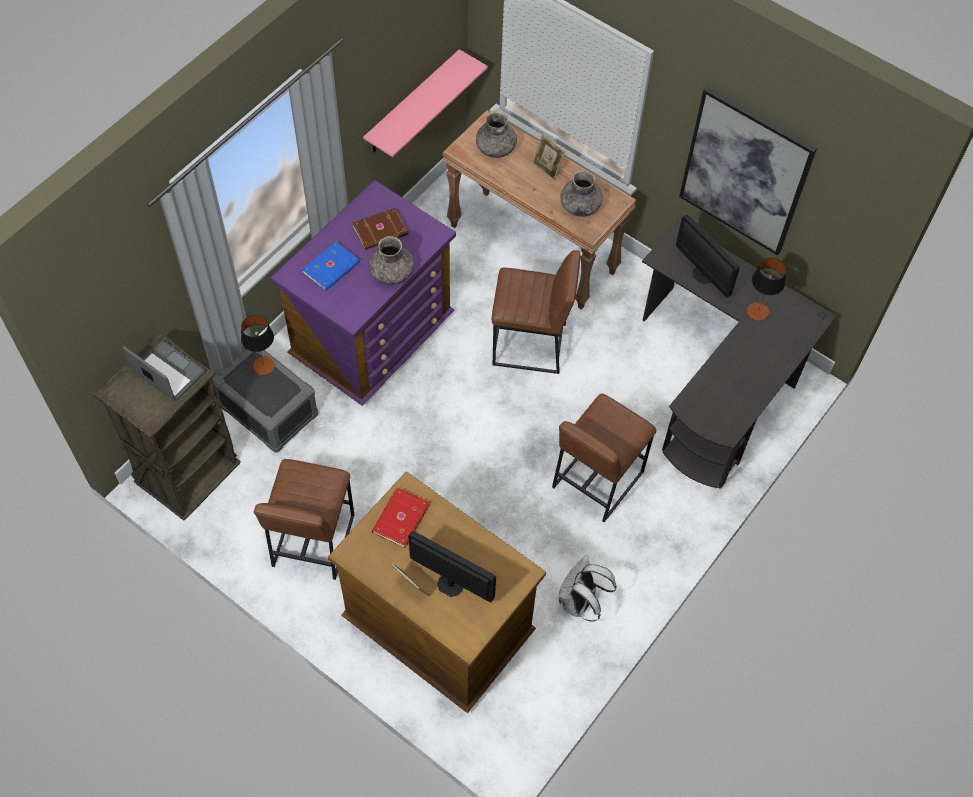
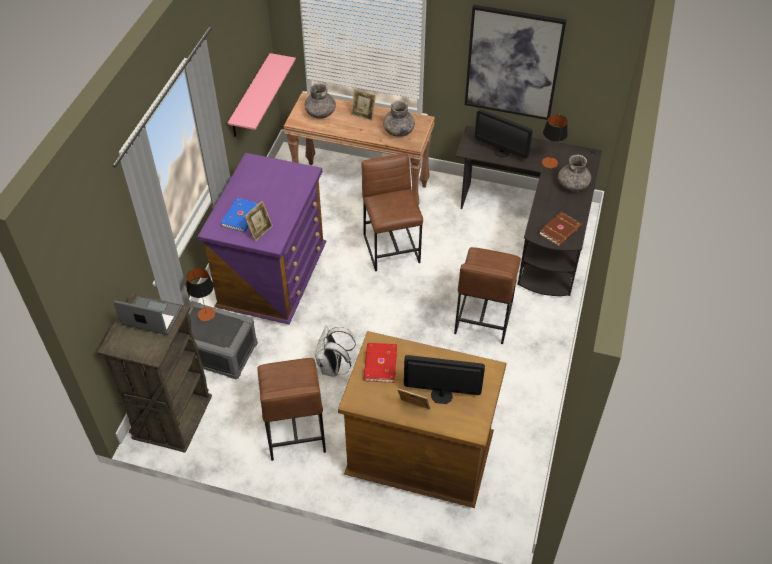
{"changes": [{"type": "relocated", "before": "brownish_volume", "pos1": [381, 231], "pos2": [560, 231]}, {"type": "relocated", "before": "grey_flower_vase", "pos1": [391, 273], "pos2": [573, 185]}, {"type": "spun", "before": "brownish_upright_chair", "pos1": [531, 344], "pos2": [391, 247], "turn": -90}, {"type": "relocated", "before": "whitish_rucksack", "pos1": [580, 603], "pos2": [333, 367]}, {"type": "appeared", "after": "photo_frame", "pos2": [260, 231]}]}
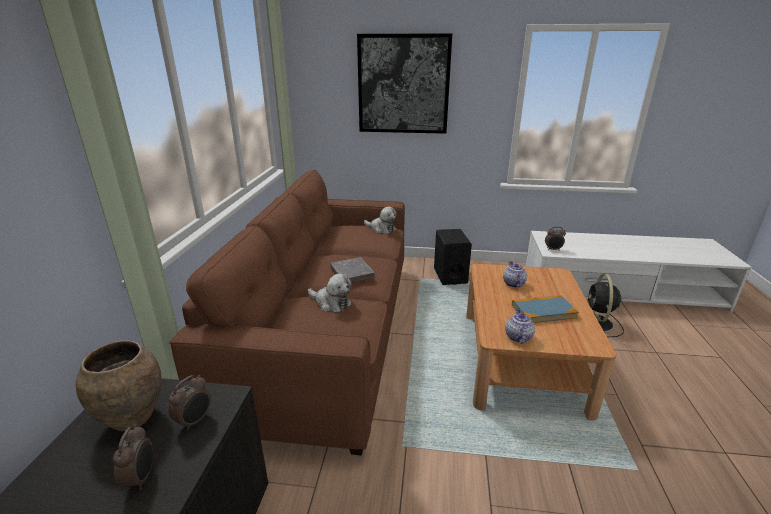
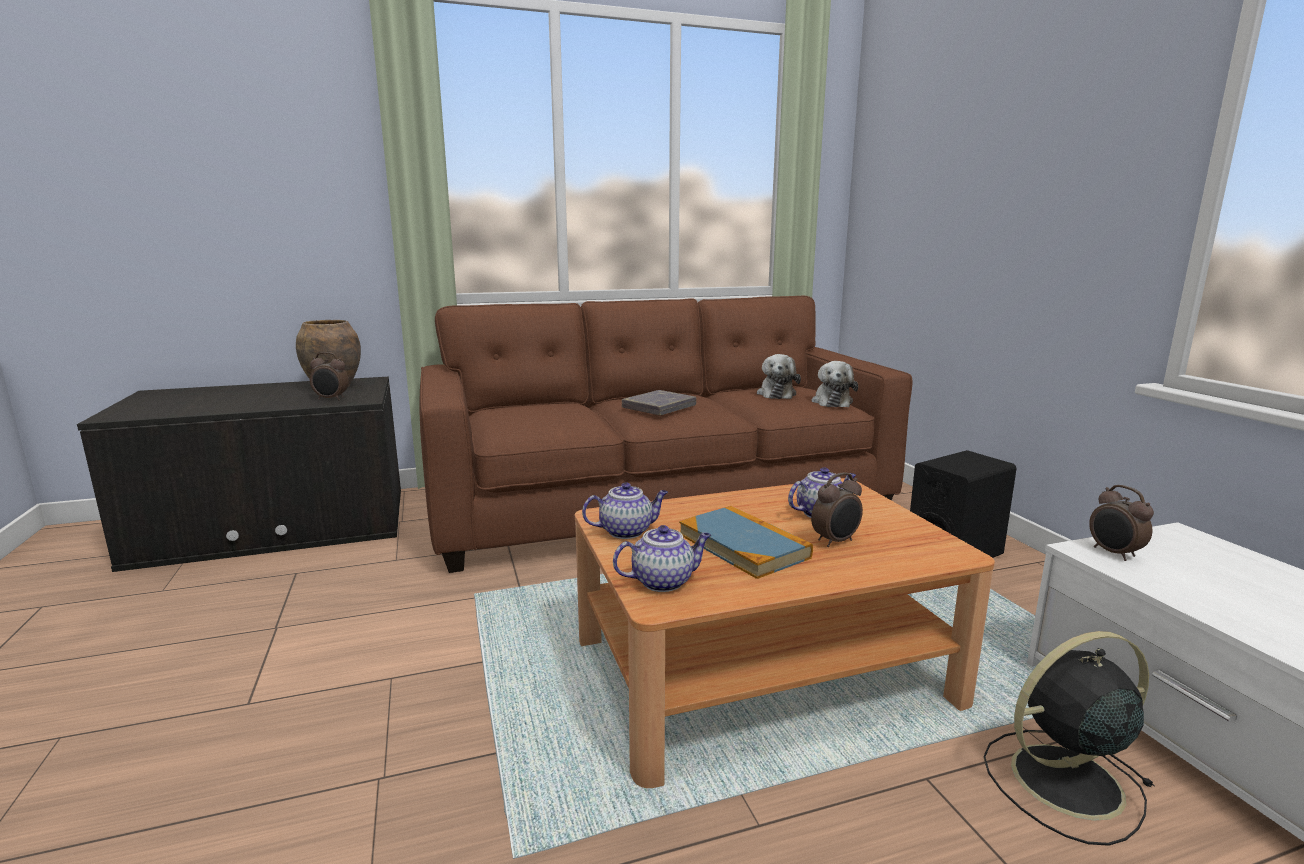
{"changes": [{"type": "relocated", "before": "bedside_clock", "pos1": [141, 477], "pos2": [836, 541]}, {"type": "relocated", "before": "cuddly_toy", "pos1": [331, 303], "pos2": [776, 394]}, {"type": "missing", "before": "wall_art", "pos1": [403, 85]}, {"type": "appeared", "after": "tea_pot", "pos2": [663, 581]}]}
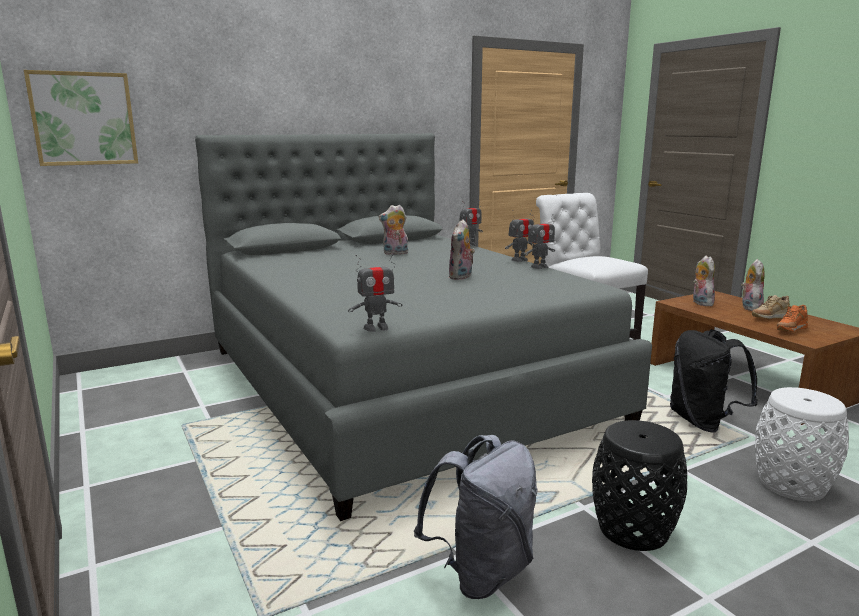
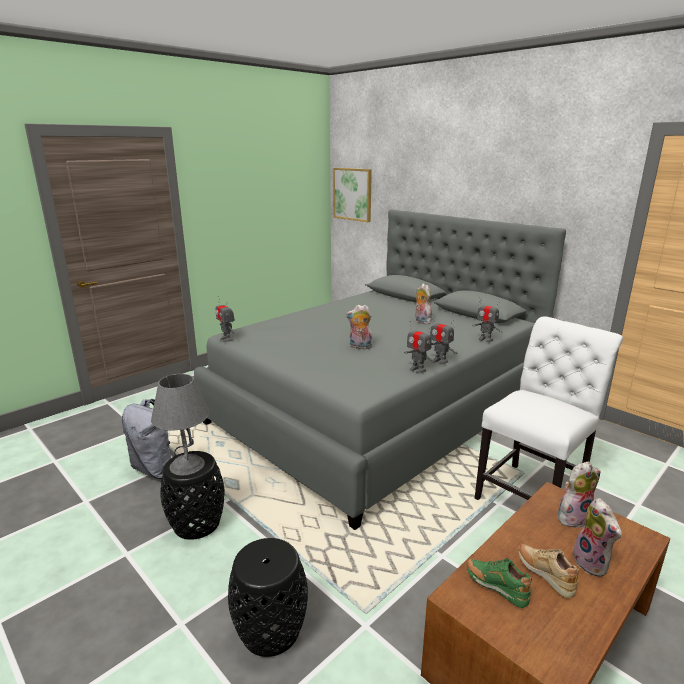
{"changes": [{"type": "missing", "before": "black_rucksack", "pos1": [703, 422]}, {"type": "spun", "before": "cuddly_toy", "pos1": [749, 307], "pos2": [592, 563], "turn": 75}, {"type": "colour", "before": "whitish_sitting_stool", "after": "black_sitting_stool", "pos1": [792, 485], "pos2": [270, 630]}, {"type": "colour", "before": "orangey_low_shoe", "after": "green_low_shoe", "pos1": [790, 330], "pos2": [496, 587]}, {"type": "appeared", "after": "grey_lamp_for_a_table", "pos2": [187, 465]}]}
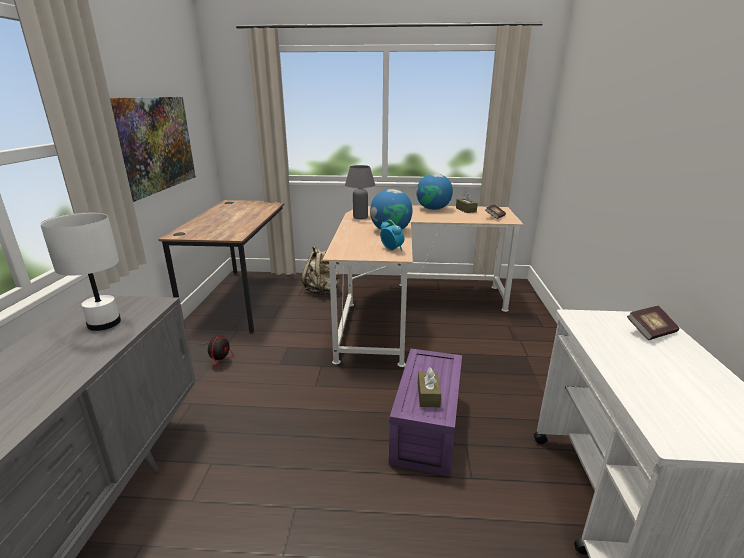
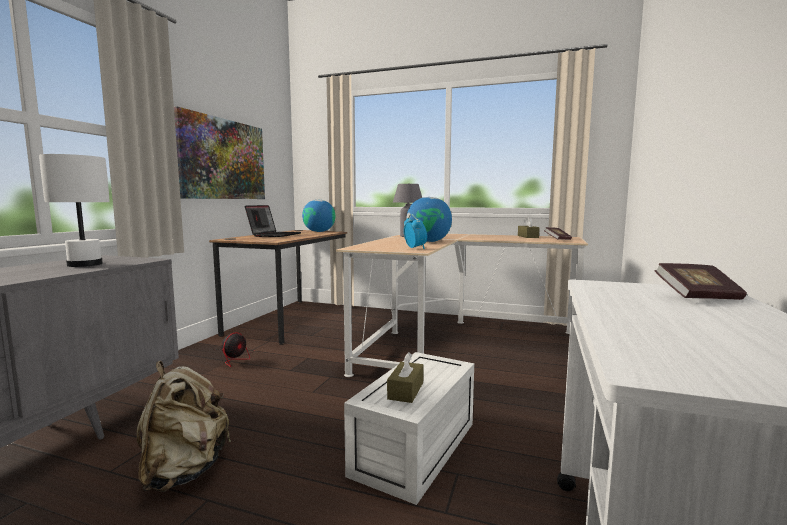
{"changes": [{"type": "relocated", "before": "beige-coloured_rucksack", "pos1": [323, 291], "pos2": [184, 471]}, {"type": "colour", "before": "purplish_storage_box", "after": "whitish_storage_box", "pos1": [428, 429], "pos2": [416, 449]}, {"type": "relocated", "before": "desk_globe", "pos1": [433, 209], "pos2": [319, 231]}, {"type": "appeared", "after": "notebook_computer", "pos2": [274, 235]}]}
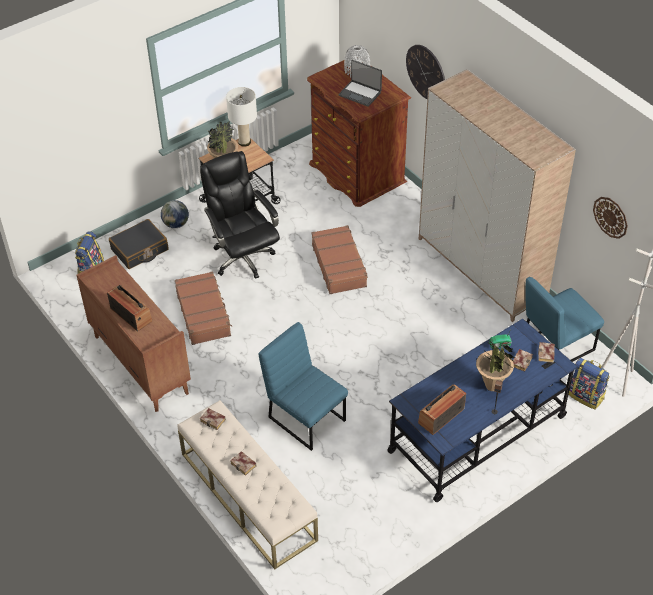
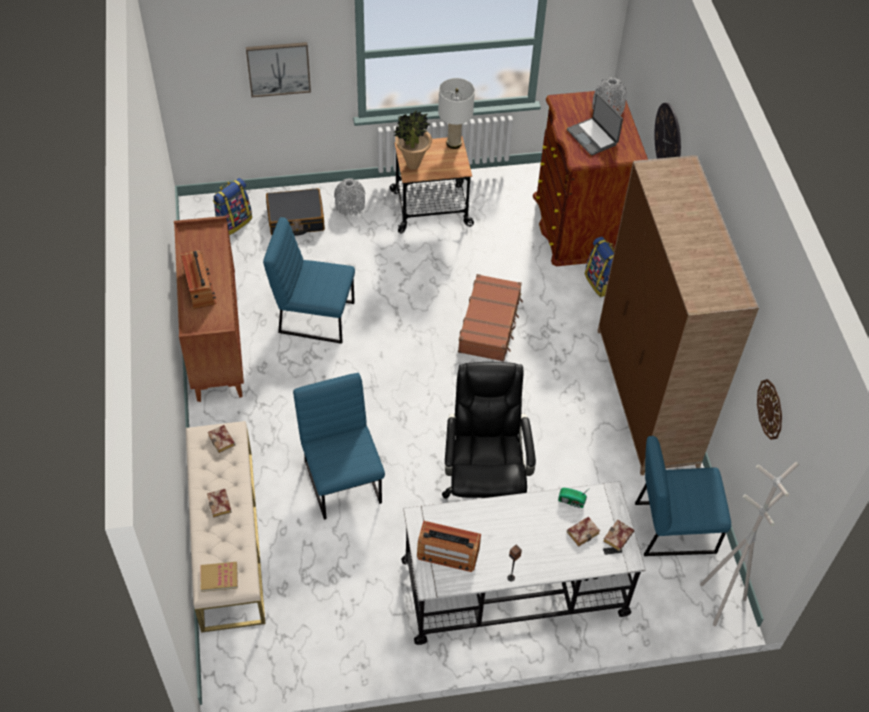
{"changes": [{"type": "exchanged", "before": "desk_globe", "after": "grey_flower_vase", "pos1": [176, 224], "pos2": [350, 206]}, {"type": "exchanged", "before": "brownish_piece_of_luggage", "after": "bluish_upright_chair", "pos1": [204, 313], "pos2": [314, 316]}, {"type": "relocated", "before": "black_office_chair", "pos1": [243, 259], "pos2": [484, 487]}, {"type": "colour", "before": "bluish_desk", "after": "whitish_desk", "pos1": [478, 434], "pos2": [514, 588]}, {"type": "spun", "before": "radio_receiver", "pos1": [441, 416], "pos2": [448, 553], "turn": -150}, {"type": "colour", "before": "whitish_armoire", "after": "brownish_armoire", "pos1": [482, 269], "pos2": [647, 397]}, {"type": "missing", "before": "potted_plant", "pos1": [492, 386]}, {"type": "relocated", "before": "rucksack", "pos1": [586, 396], "pos2": [601, 283]}, {"type": "appeared", "after": "volume", "pos2": [219, 577]}, {"type": "appeared", "after": "wall_art", "pos2": [278, 68]}]}
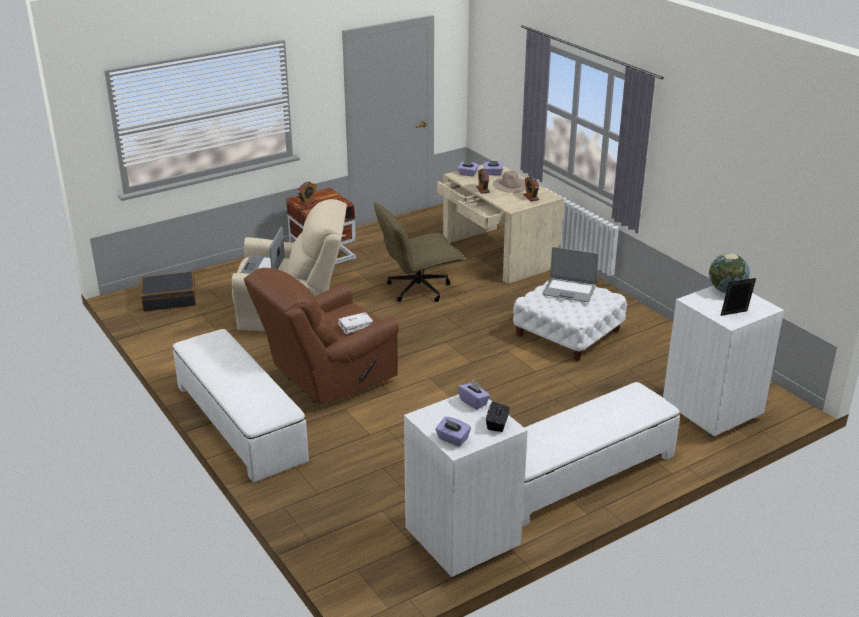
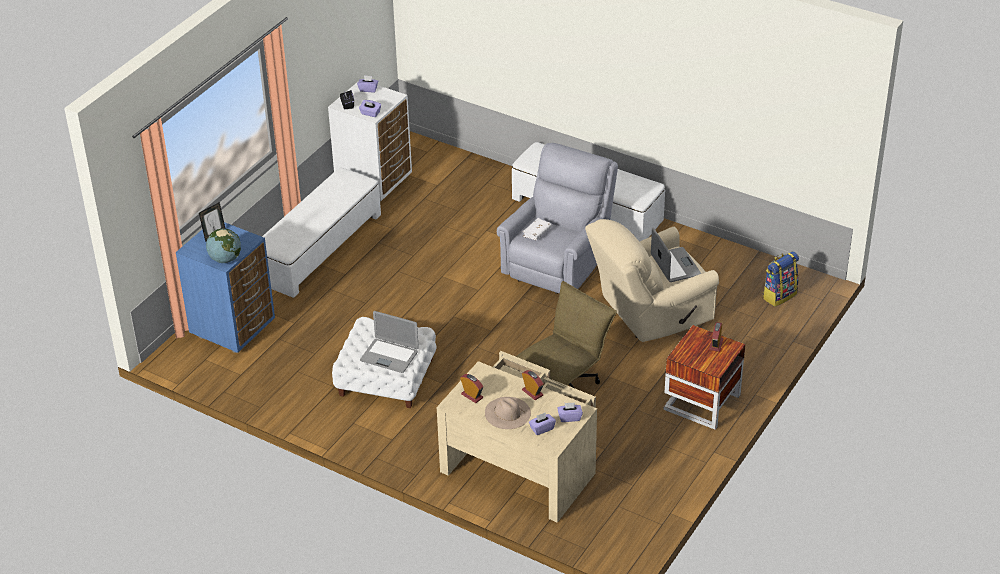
{"changes": [{"type": "exchanged", "before": "black_piece_of_luggage", "after": "rucksack", "pos1": [169, 299], "pos2": [779, 295]}, {"type": "colour", "before": "brownish_armchair", "after": "grey_armchair", "pos1": [327, 379], "pos2": [558, 262]}, {"type": "spun", "before": "notebook_computer", "pos1": [569, 291], "pos2": [389, 356], "turn": -150}, {"type": "colour", "before": "whitish_drawer_chest", "after": "bluish_drawer_chest", "pos1": [711, 413], "pos2": [233, 330]}]}
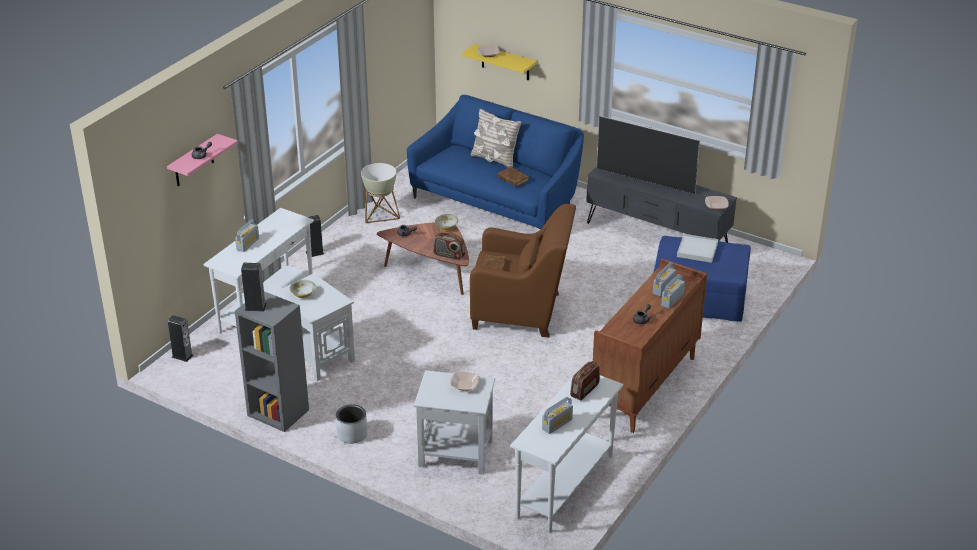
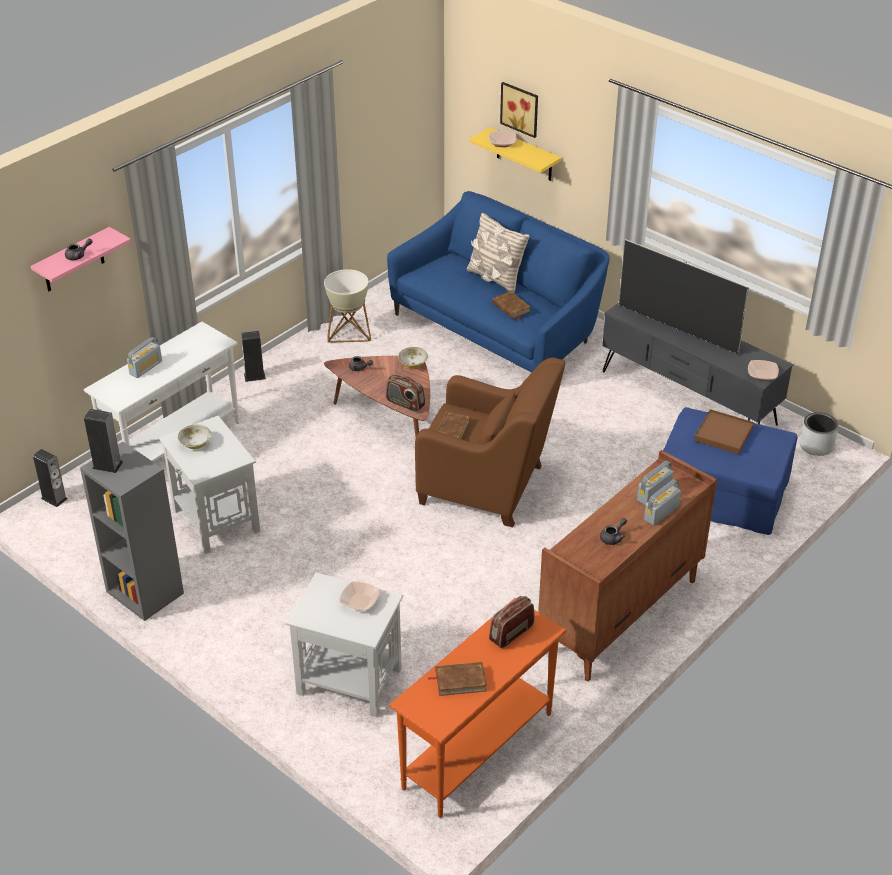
{"changes": [{"type": "relocated", "before": "grey_plant_pot", "pos1": [352, 434], "pos2": [816, 446]}, {"type": "colour", "before": "whitish_narrow_table", "after": "orangey_narrow_table", "pos1": [565, 487], "pos2": [478, 752]}, {"type": "exchanged", "before": "radio_receiver", "after": "brownish_volume", "pos1": [557, 424], "pos2": [460, 681]}, {"type": "colour", "before": "whitish_carrying_tray", "after": "brownish_carrying_tray", "pos1": [697, 250], "pos2": [723, 434]}, {"type": "appeared", "after": "wall_art", "pos2": [521, 108]}]}
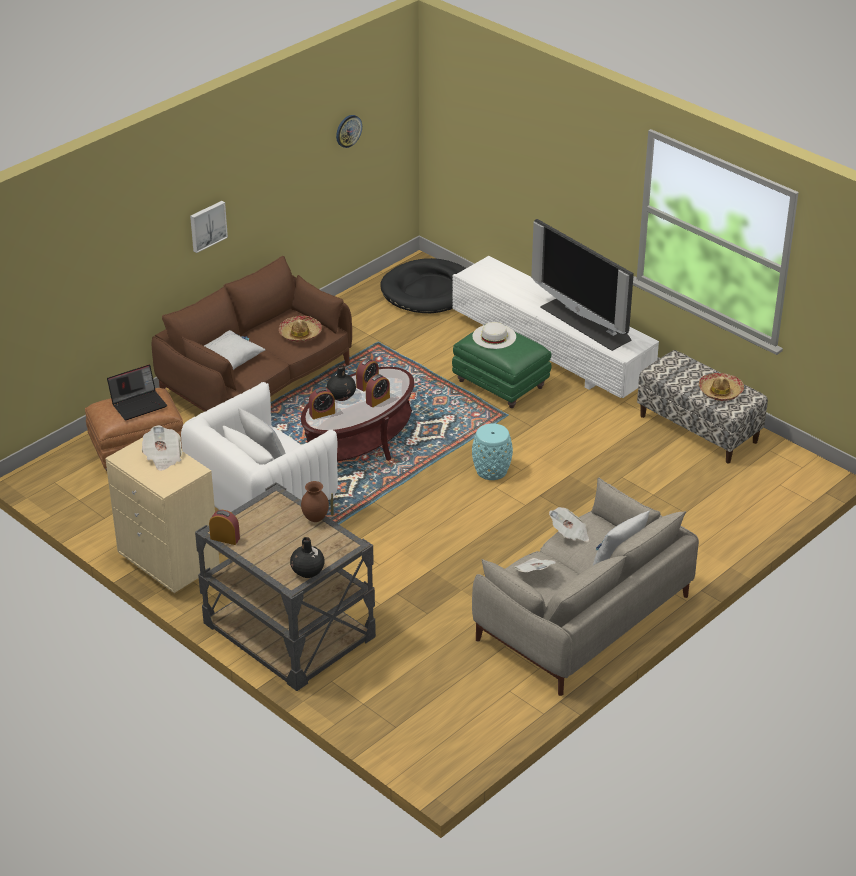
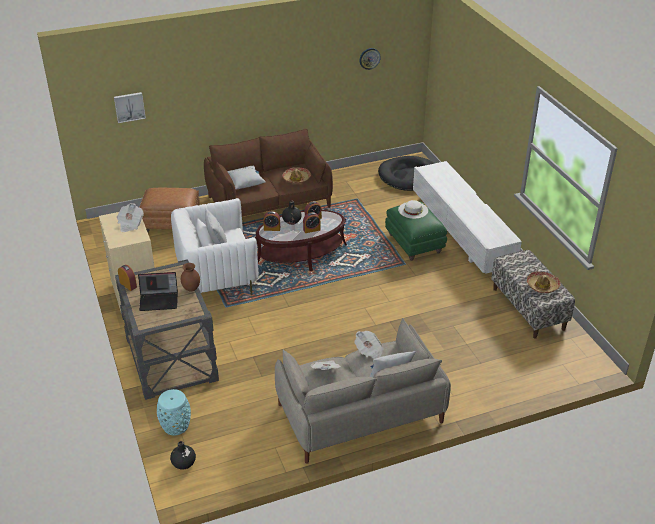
{"changes": [{"type": "relocated", "before": "notebook_computer", "pos1": [139, 404], "pos2": [159, 300]}, {"type": "relocated", "before": "wall_art", "pos1": [207, 225], "pos2": [129, 107]}, {"type": "relocated", "before": "black_flower_vase", "pos1": [308, 571], "pos2": [184, 463]}, {"type": "relocated", "before": "blue-green_sitting_stool", "pos1": [491, 471], "pos2": [176, 426]}, {"type": "missing", "before": "television", "pos1": [587, 323]}]}
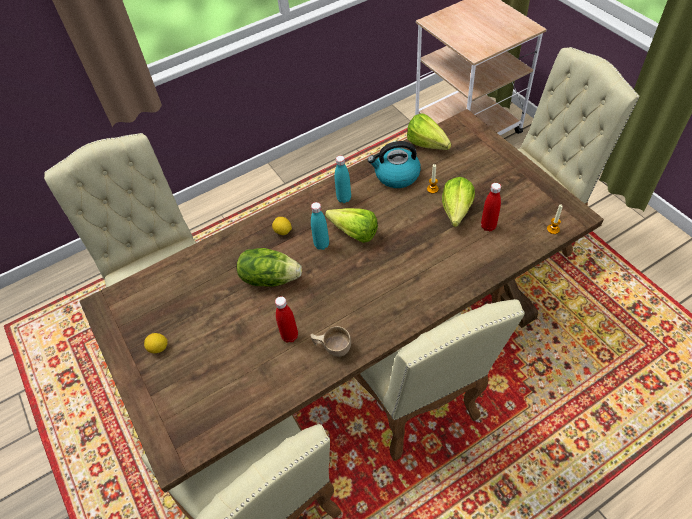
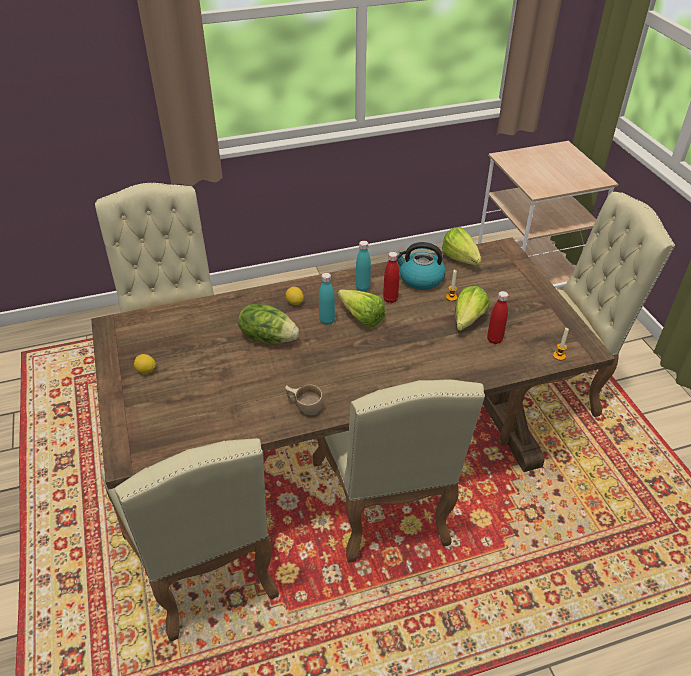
{"changes": [{"type": "relocated", "before": "red-coloured_bottle", "pos1": [290, 336], "pos2": [390, 299]}]}
